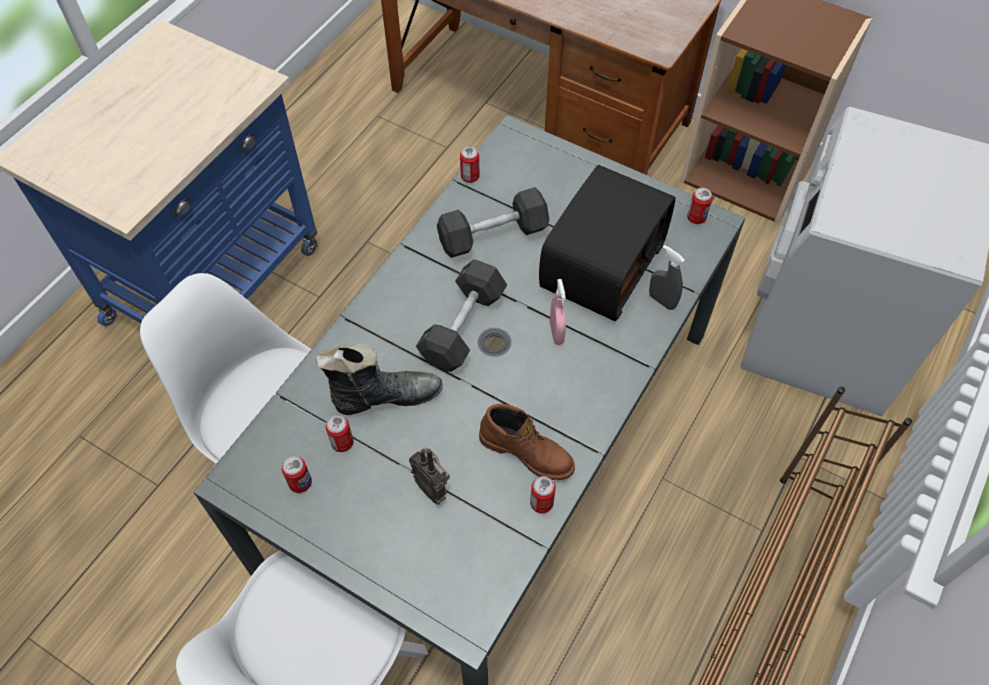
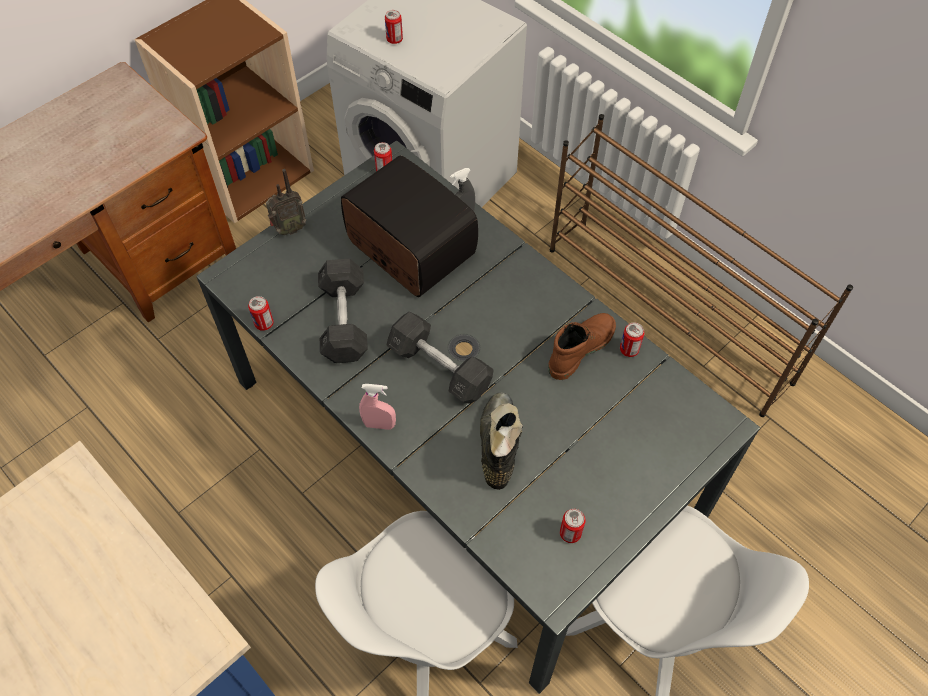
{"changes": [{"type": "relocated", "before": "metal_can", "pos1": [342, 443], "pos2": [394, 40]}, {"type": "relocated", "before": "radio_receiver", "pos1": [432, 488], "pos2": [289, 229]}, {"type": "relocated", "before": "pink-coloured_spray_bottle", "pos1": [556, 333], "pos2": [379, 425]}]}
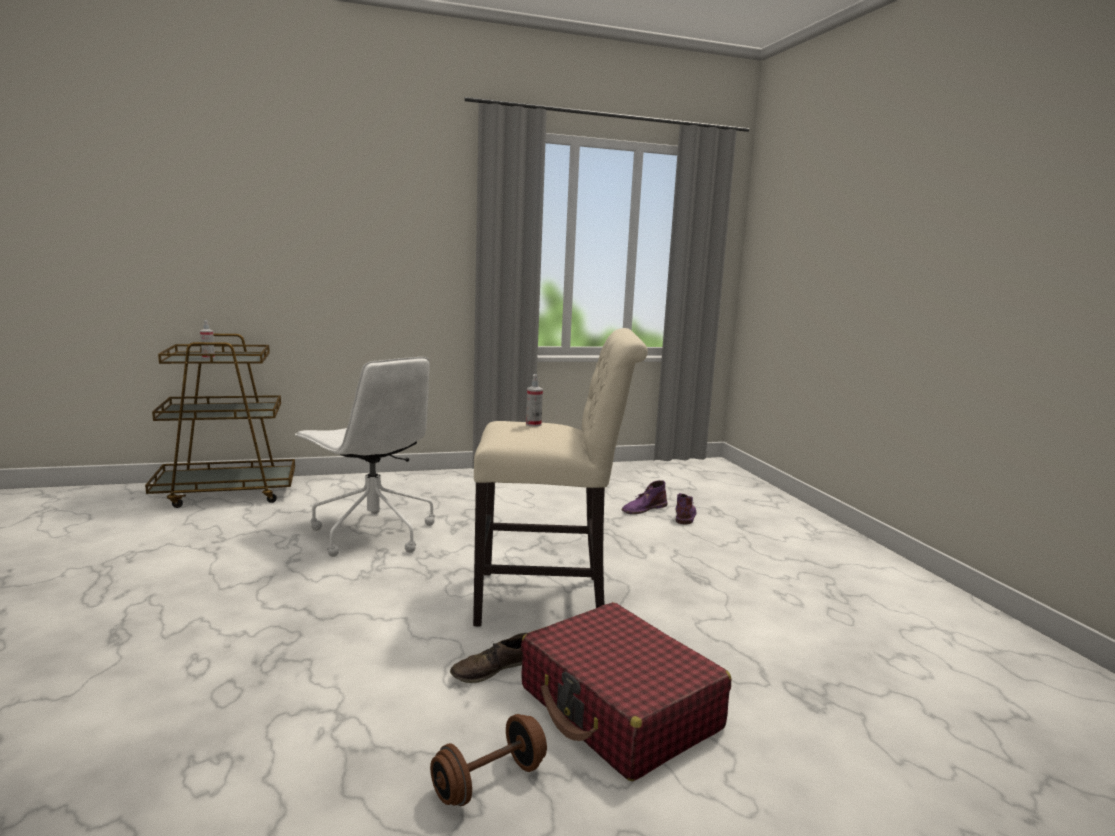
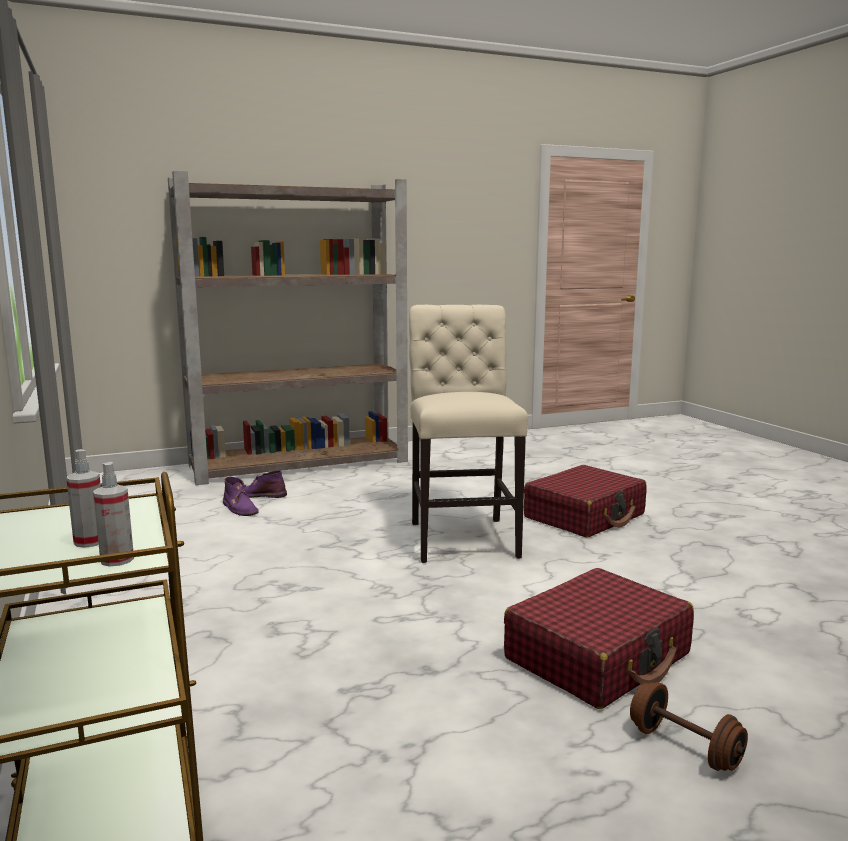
{"changes": [{"type": "missing", "before": "whitish_office_chair", "pos1": [370, 533]}, {"type": "relocated", "before": "brownish_dumbbell", "pos1": [489, 782], "pos2": [684, 747]}, {"type": "missing", "before": "brownish_low_shoe", "pos1": [492, 669]}, {"type": "relocated", "before": "spray_bottle", "pos1": [533, 424], "pos2": [117, 560]}, {"type": "appeared", "after": "brownish_bookcase", "pos2": [299, 463]}, {"type": "appeared", "after": "red-coloured_piece_of_luggage", "pos2": [598, 657]}]}
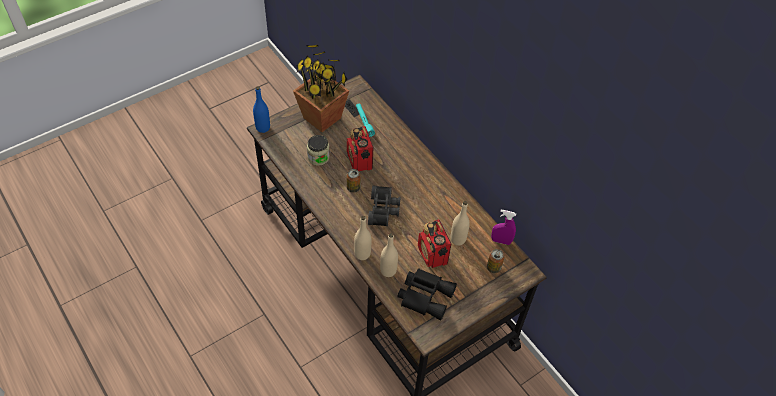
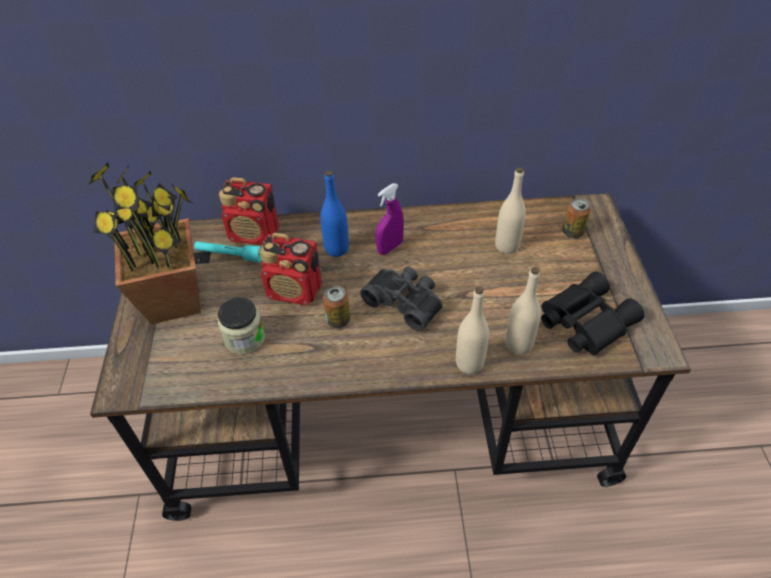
{"changes": [{"type": "relocated", "before": "bluish_bottle", "pos1": [263, 127], "pos2": [336, 249]}, {"type": "relocated", "before": "radio_receiver", "pos1": [432, 255], "pos2": [254, 234]}, {"type": "relocated", "before": "purplish_spray_bottle", "pos1": [501, 241], "pos2": [390, 247]}]}
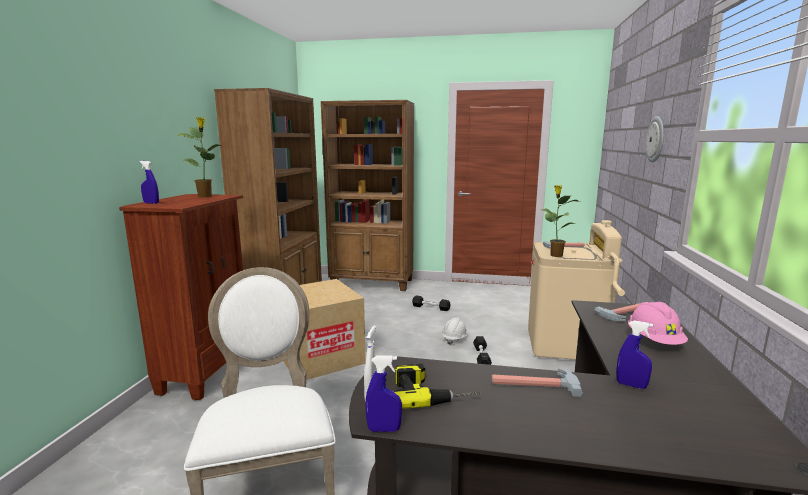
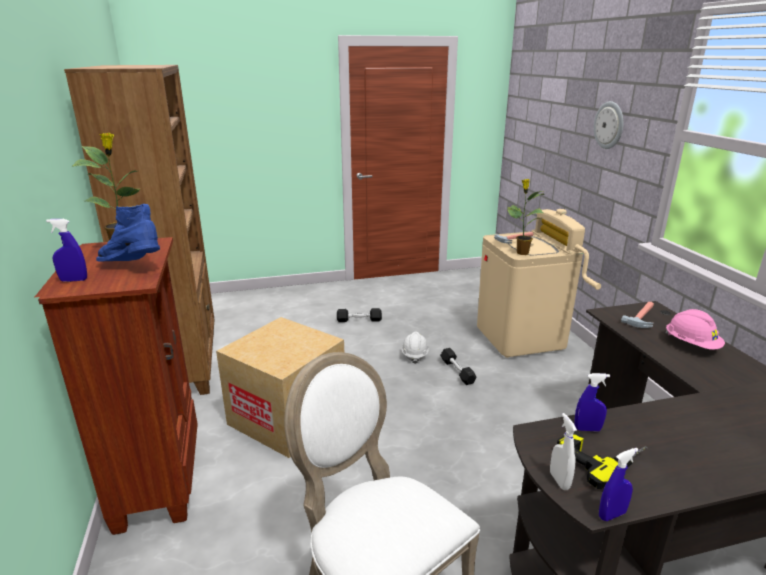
{"changes": [{"type": "missing", "before": "brownish_bookcase", "pos1": [372, 283]}, {"type": "missing", "before": "hand_hammer", "pos1": [533, 383]}, {"type": "relocated", "before": "bluish_spray_bottle", "pos1": [631, 385], "pos2": [587, 429]}, {"type": "appeared", "after": "bluish_tall_boot", "pos2": [133, 267]}]}
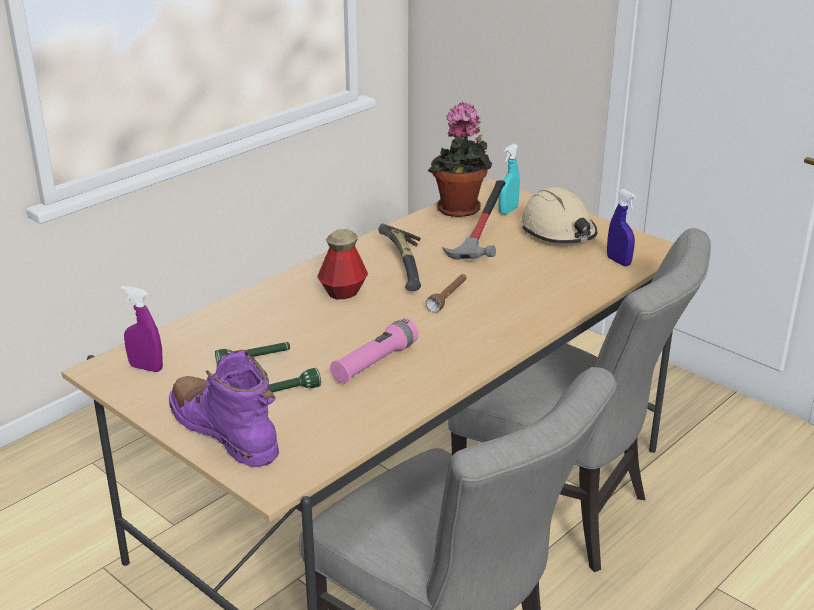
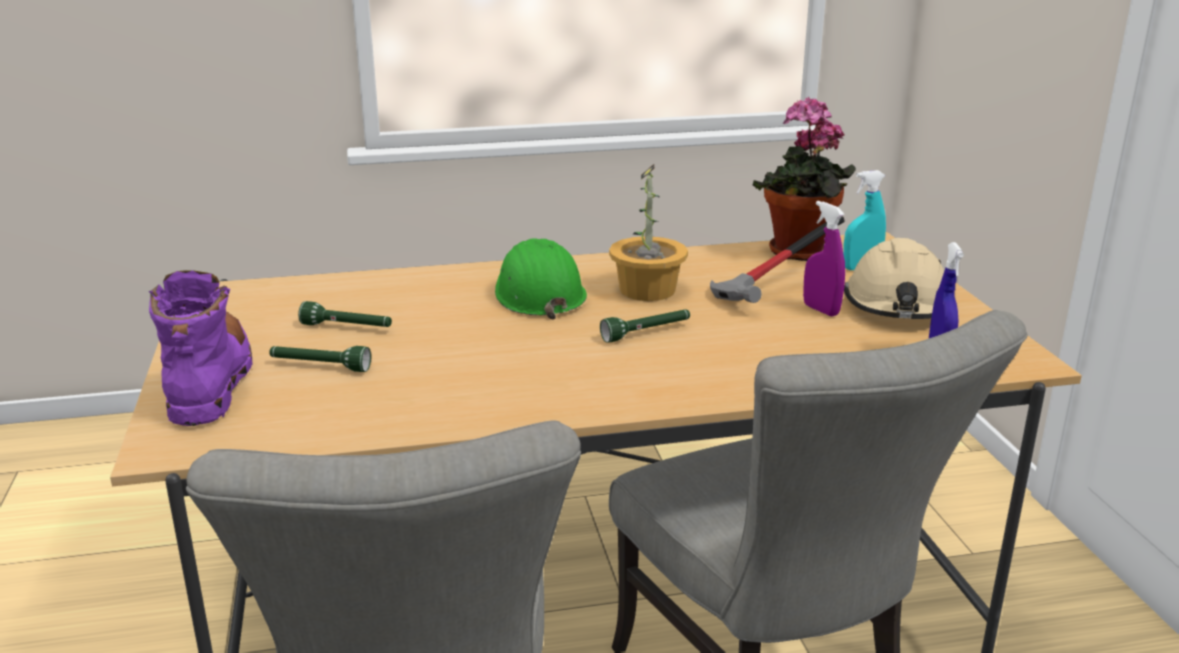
{"changes": [{"type": "relocated", "before": "purplish_spray_bottle", "pos1": [146, 368], "pos2": [821, 310]}, {"type": "exchanged", "before": "bottle", "after": "green_work_helmet", "pos1": [343, 292], "pos2": [538, 294]}, {"type": "missing", "before": "pink-coloured_torch", "pos1": [374, 363]}, {"type": "exchanged", "before": "hand_hammer", "after": "potted_plant", "pos1": [407, 266], "pos2": [648, 290]}, {"type": "colour", "before": "brownish_torch", "after": "green_torch", "pos1": [448, 298], "pos2": [646, 333]}]}
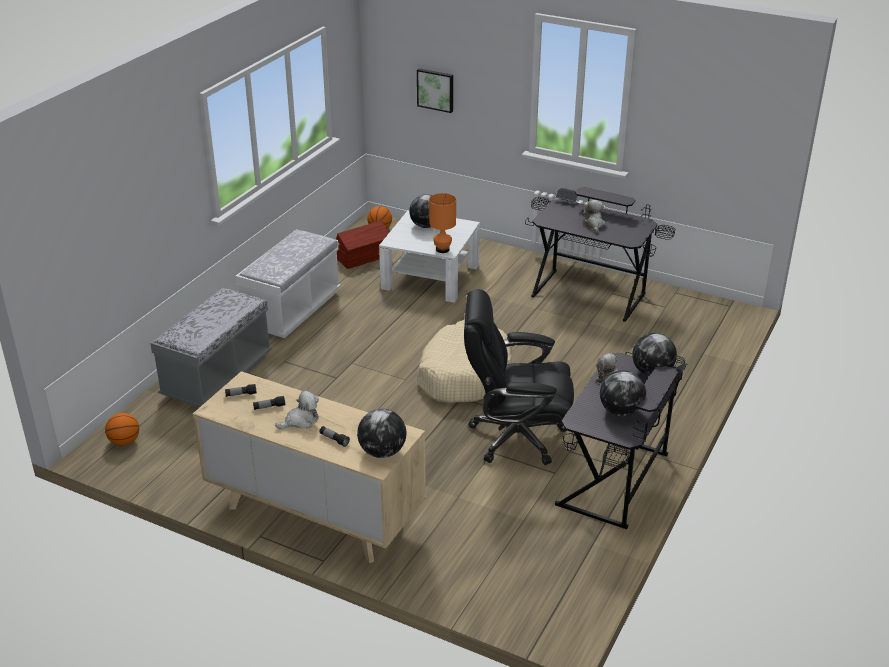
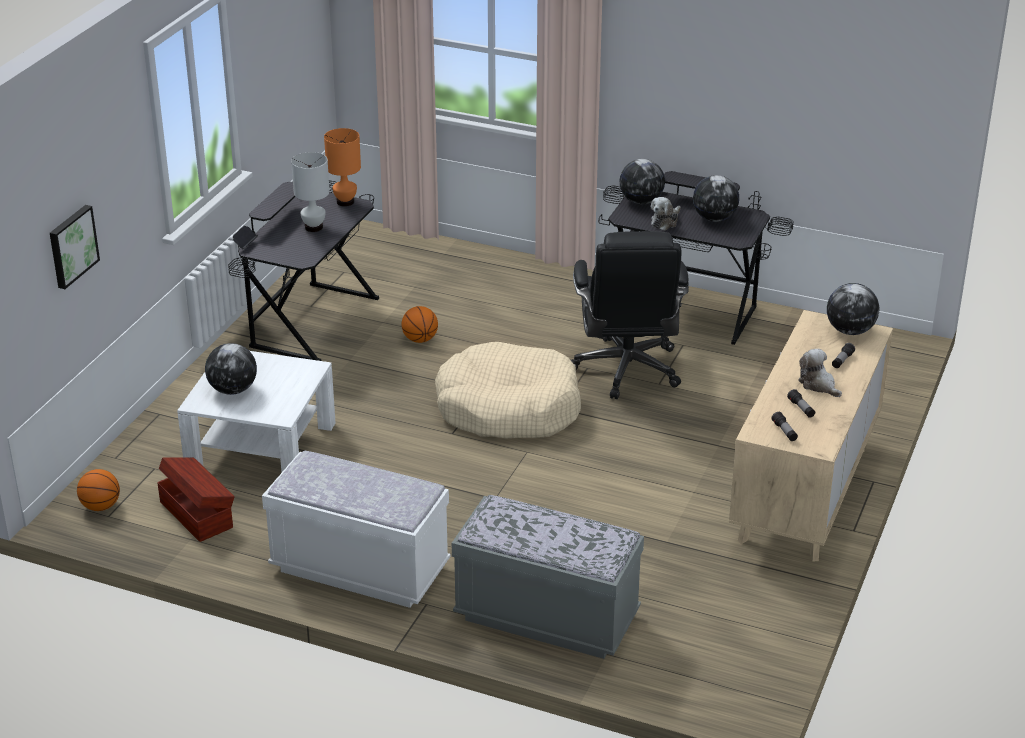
{"changes": [{"type": "relocated", "before": "basketball_ball", "pos1": [124, 442], "pos2": [420, 339]}, {"type": "relocated", "before": "orangey_lamp_for_a_table", "pos1": [442, 249], "pos2": [345, 202]}, {"type": "exchanged", "before": "cuddly_toy", "after": "whitish_lamp_for_a_table", "pos1": [594, 224], "pos2": [314, 227]}]}
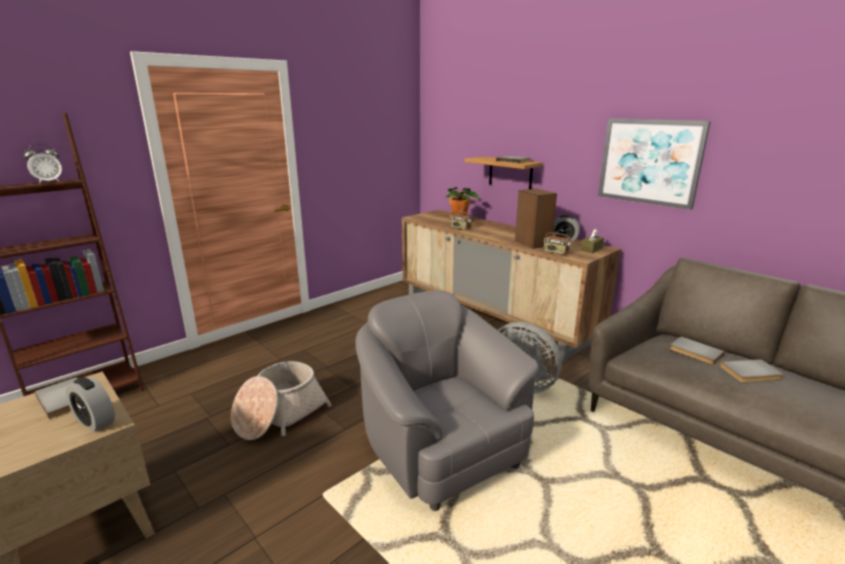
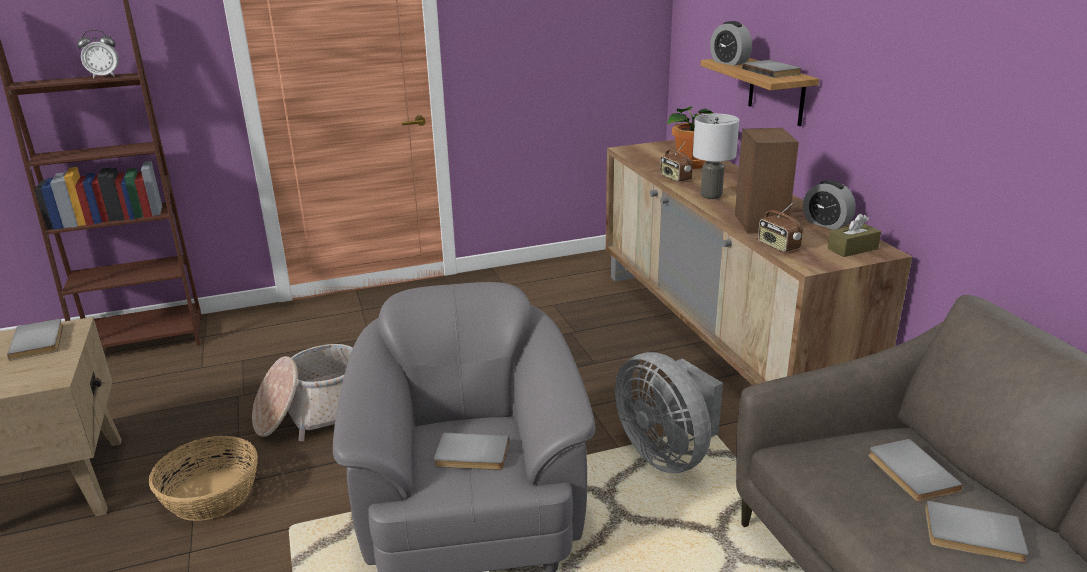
{"changes": [{"type": "relocated", "before": "bedside_clock", "pos1": [95, 421], "pos2": [729, 62]}, {"type": "missing", "before": "wall_art", "pos1": [649, 162]}, {"type": "appeared", "after": "storage_basket", "pos2": [211, 495]}, {"type": "appeared", "after": "grey_volume", "pos2": [471, 455]}, {"type": "appeared", "after": "whitish_lamp_for_a_table", "pos2": [710, 196]}]}
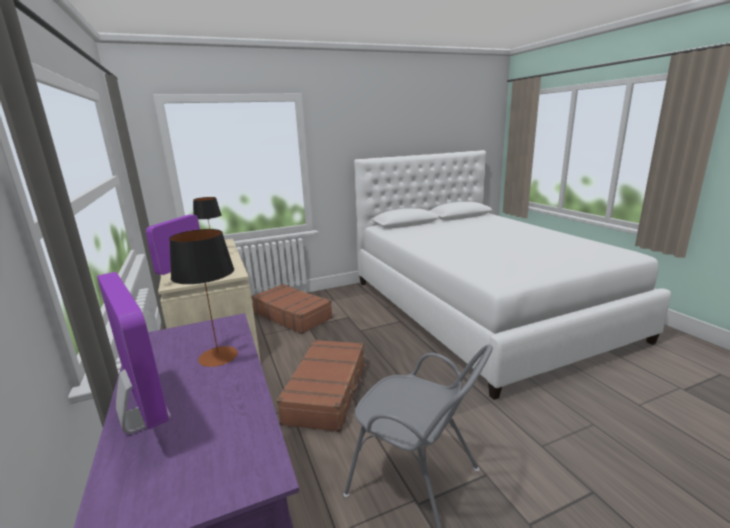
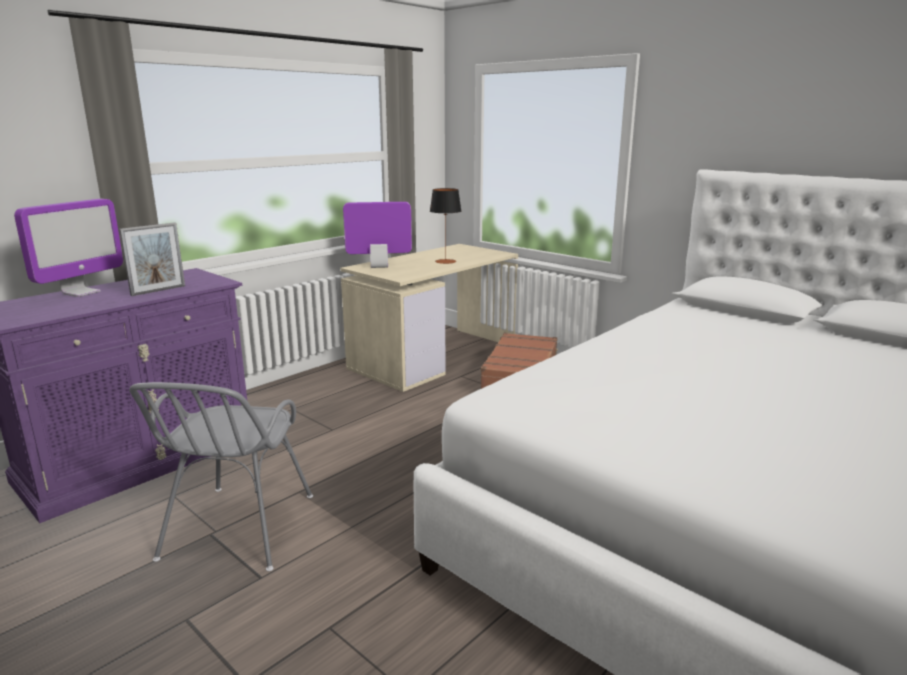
{"changes": [{"type": "exchanged", "before": "lamp_for_a_table", "after": "photo_frame", "pos1": [218, 356], "pos2": [158, 290]}, {"type": "missing", "before": "brownish_piece_of_luggage", "pos1": [327, 392]}]}
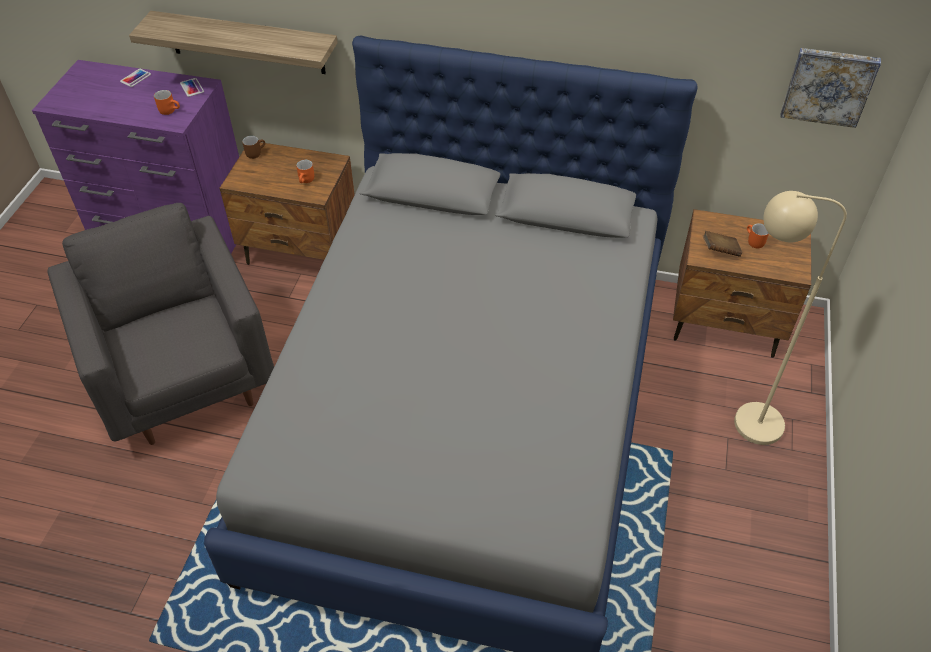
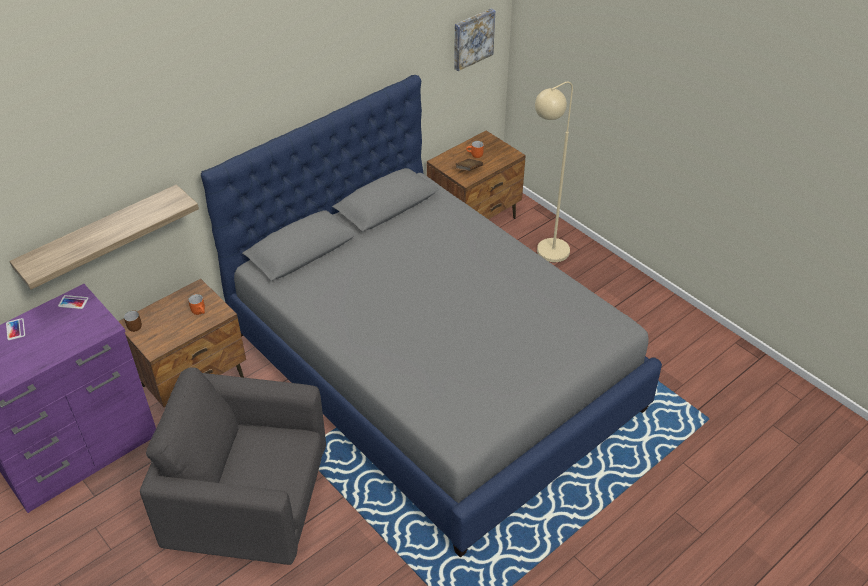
{"changes": [{"type": "missing", "before": "orangey_tea_mug", "pos1": [170, 110]}]}
